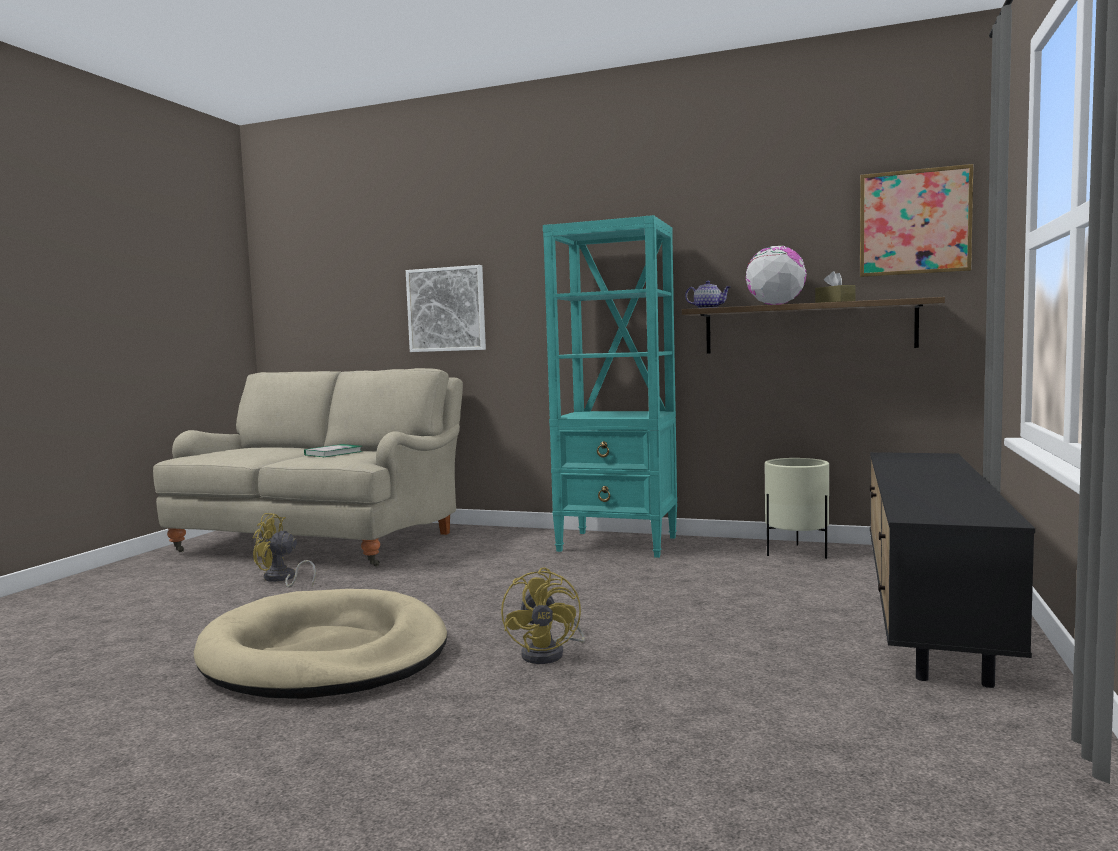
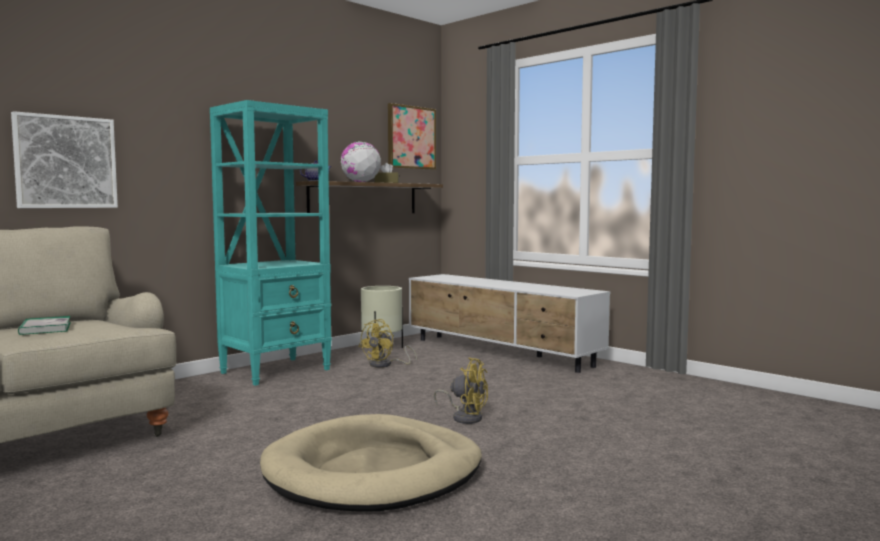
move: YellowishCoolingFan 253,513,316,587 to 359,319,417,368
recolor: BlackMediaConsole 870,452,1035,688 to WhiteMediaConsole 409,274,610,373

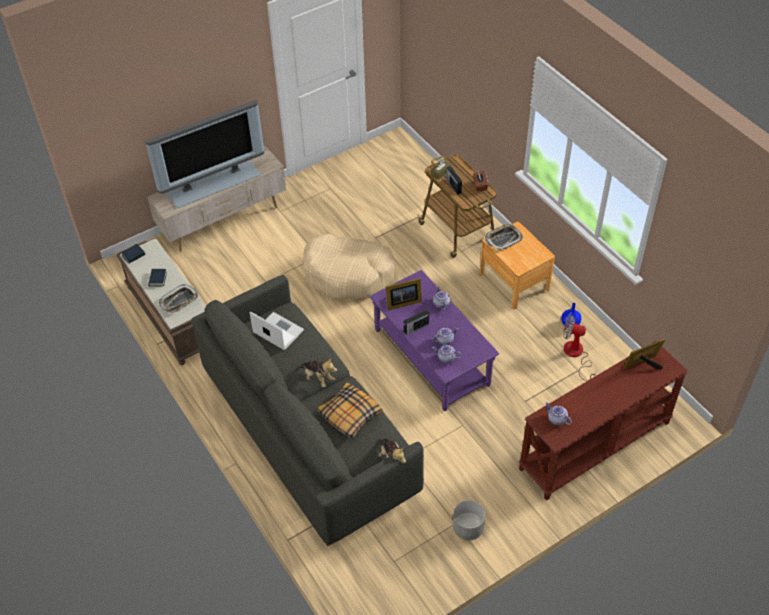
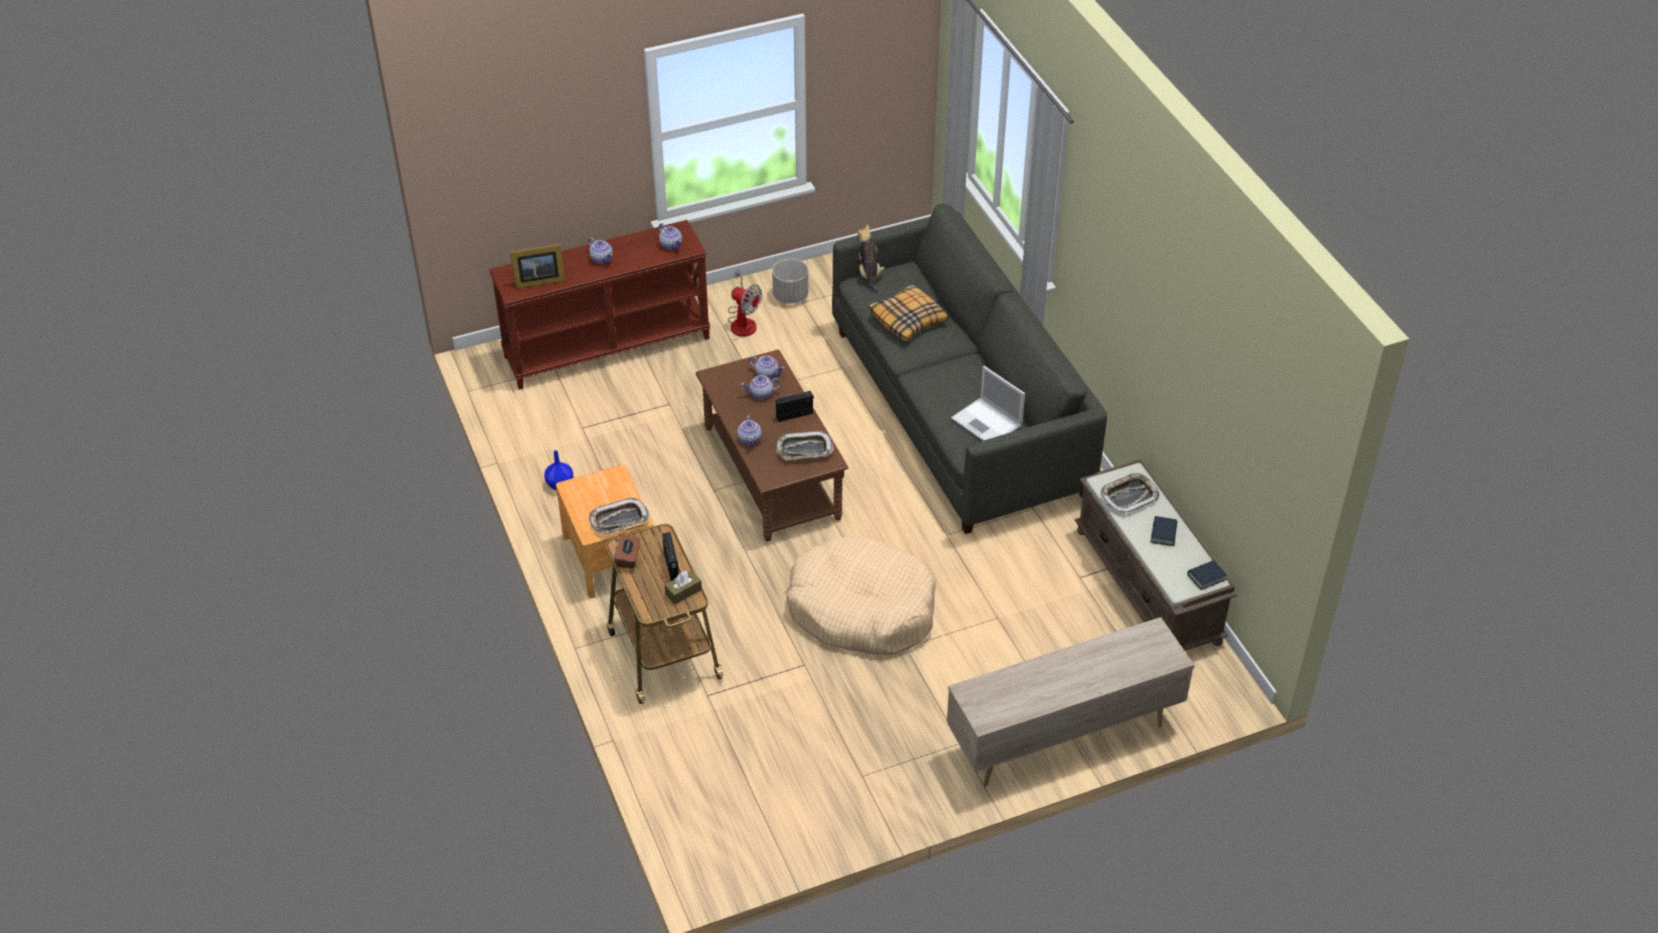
delete: Television 145,100,264,208; SoftToy 298,358,337,387
insert: PotForTea 589,237,613,264
move: CoolingFan 563,316,597,382 to 728,268,762,337
replace: PhotoFrame 385,278,422,310 to Tray 776,431,834,460
recolor: PurpleColouredLoungeTable 370,270,499,411 to BrownishLoungeTable 696,350,848,541

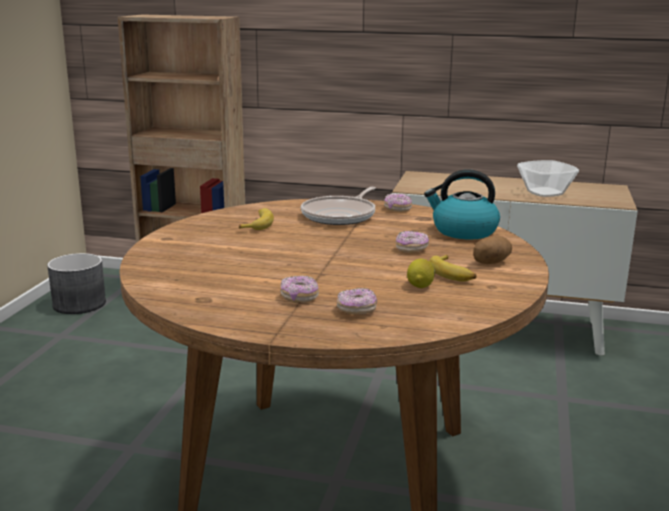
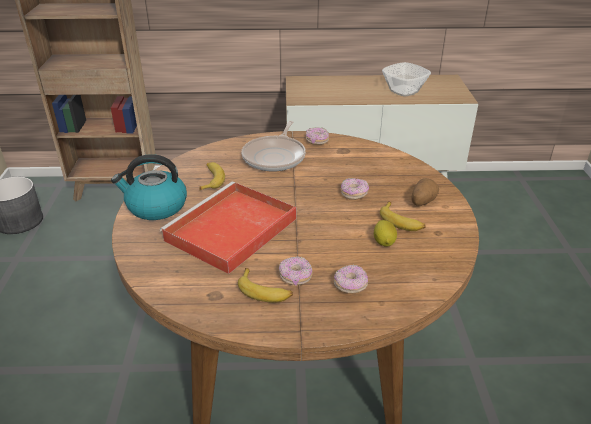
insert: RedColouredTray 160,182,296,274; WholeBanana 238,268,293,303
move: TeaKettle 424,169,500,239 to 111,154,187,220

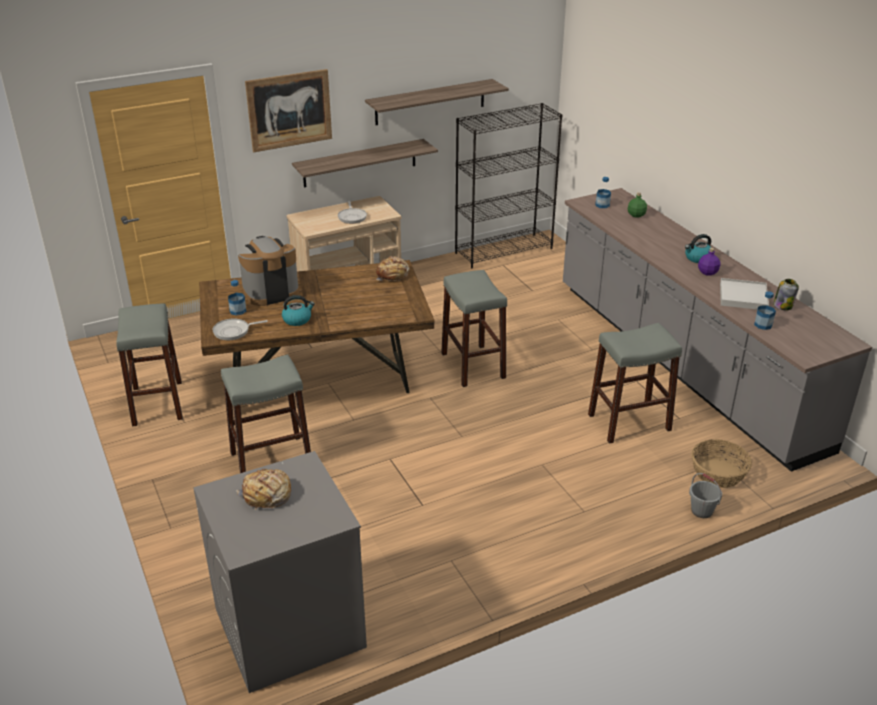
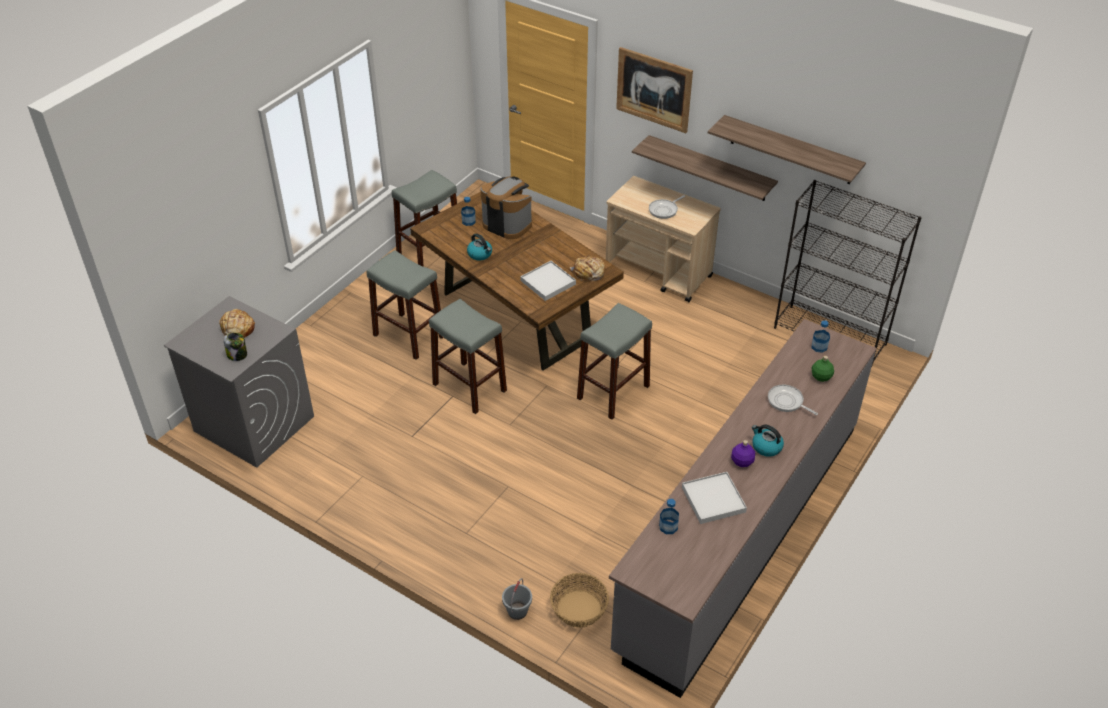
insert: WhiteTray 521,261,576,301
move: Pan 213,319,268,340 to 768,385,818,415; GraySittingStool 588,323,682,444 to 429,299,507,414; Jar 773,279,799,310 to 224,332,247,361

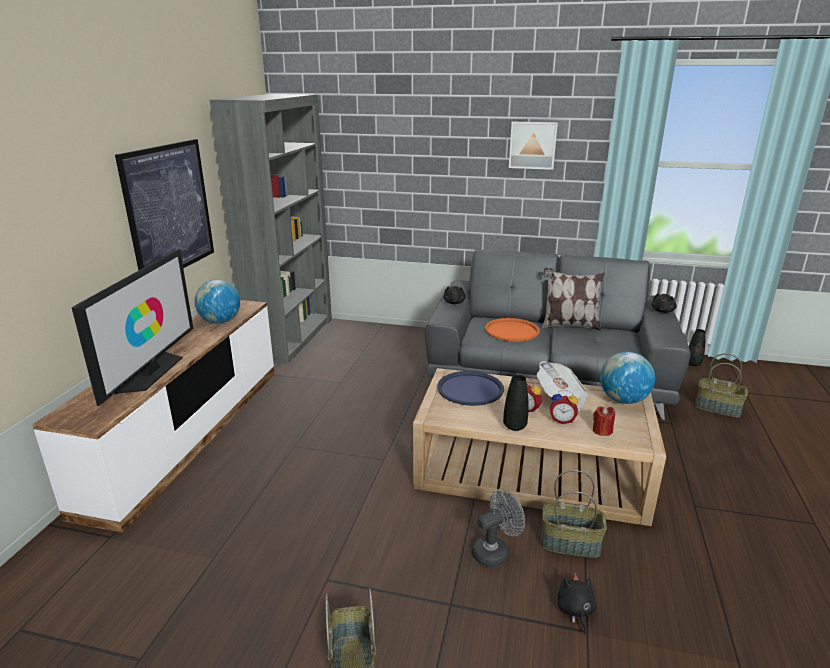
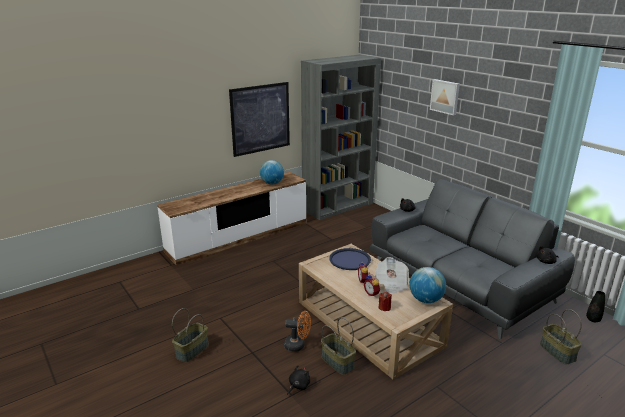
delete: Television 71,249,193,406; OrangeColouredTray 485,318,540,342; BlackFlowerVase 503,375,529,431; Cushion 542,268,605,331
move: Picture 509,122,558,170 to 430,79,460,115
recolor: GrayCoolingFan 472,489,525,567 to OrangeColouredCoolingFan 284,311,311,352

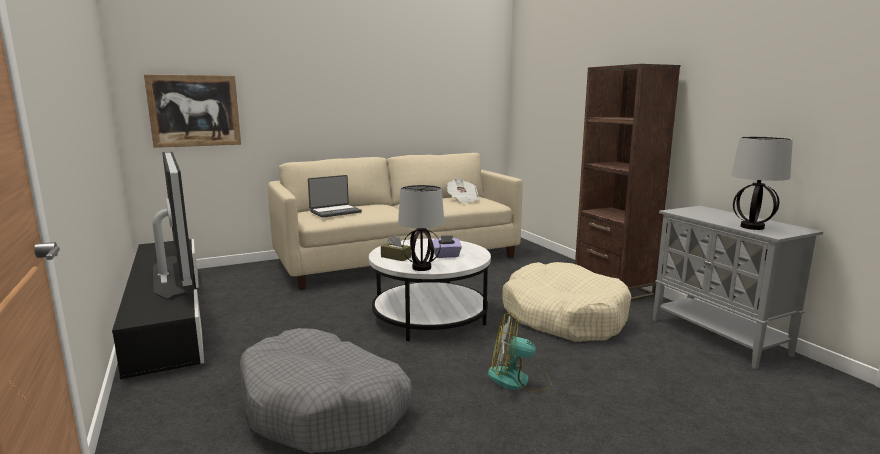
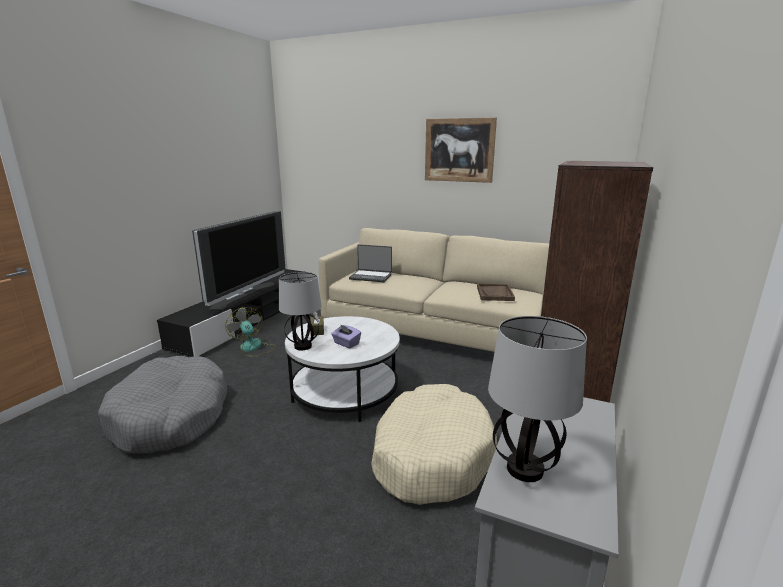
move: Picture 144,74,241,148 to 425,117,497,183; CoolingFan 488,312,551,392 to 225,307,276,357
replace: Newspaper 447,179,478,204 to BrownishTray 477,283,515,301

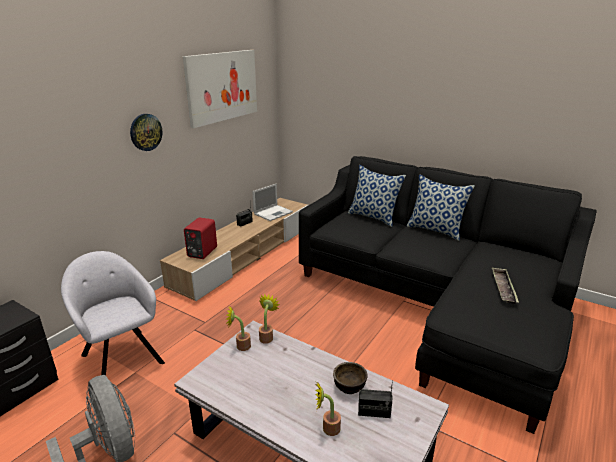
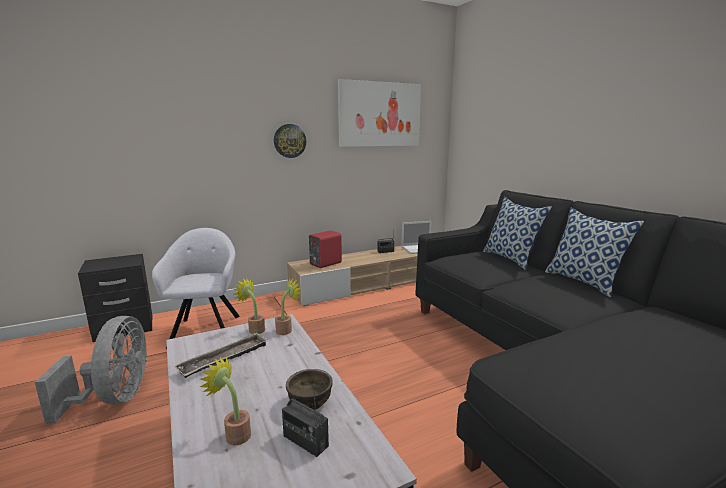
move: Tray 492,267,519,304 to 174,332,268,378

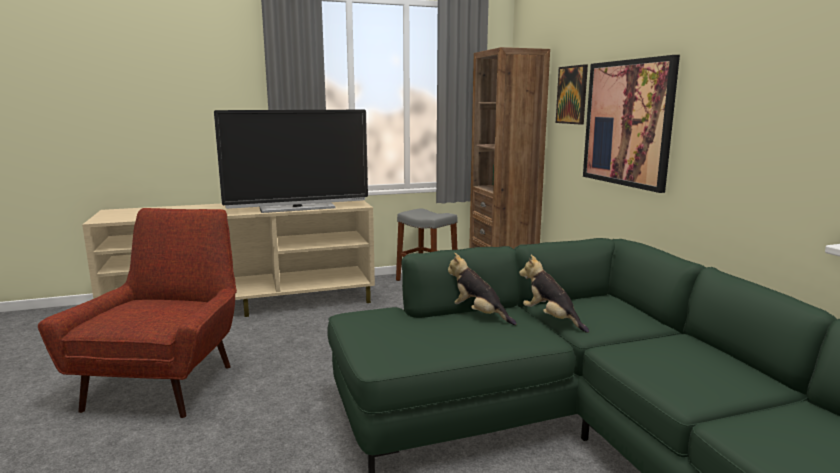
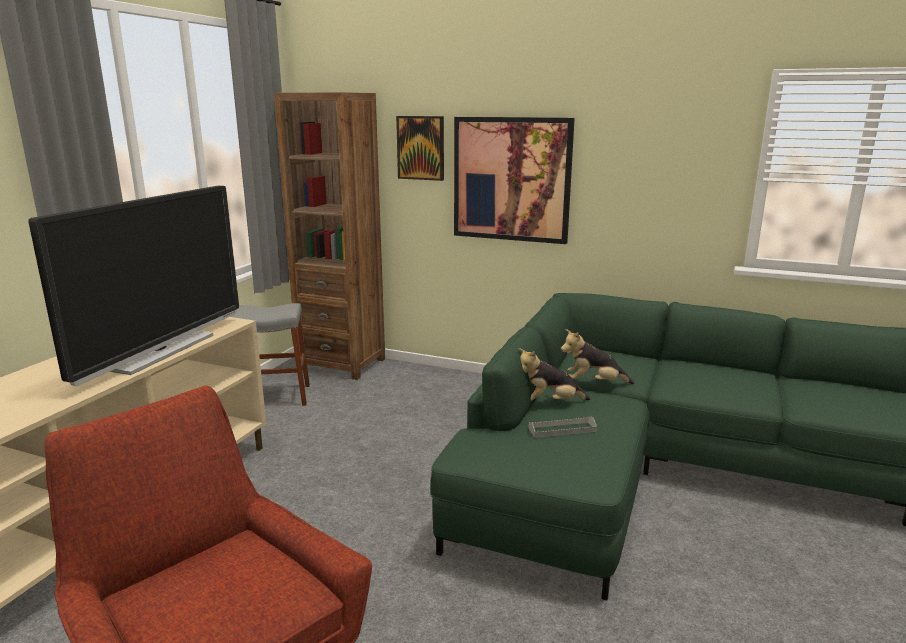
insert: GrayTray 528,417,597,438

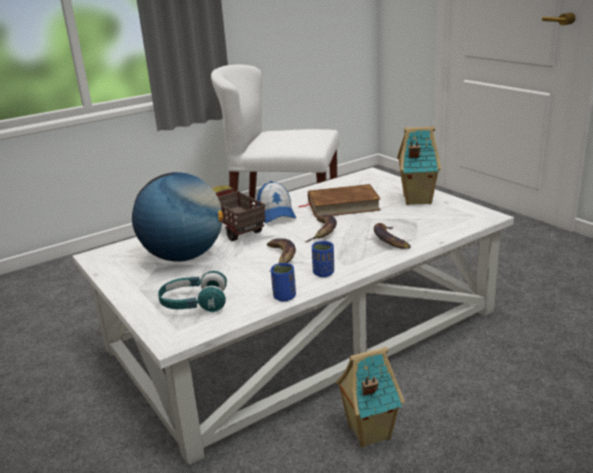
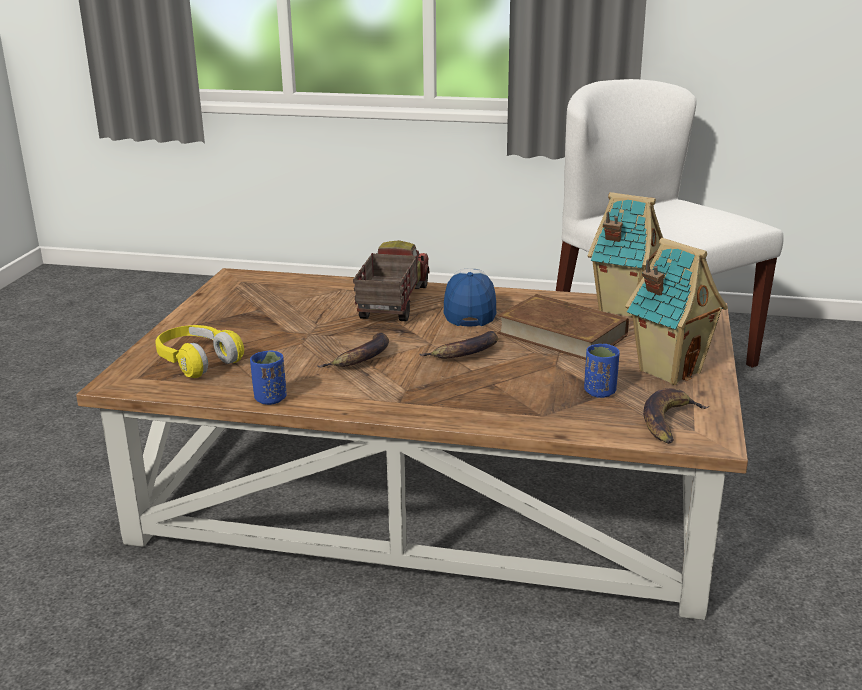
delete: WorldGlobe 132,172,223,262
move: BluishSmallCup 312,241,334,277 to 584,344,620,398; ToyHouse 336,347,405,448 to 588,192,663,318; WholeBanana 374,223,411,249 to 643,388,709,444
recolor: WhiteLoungeTable 72,167,514,466 to BrownishLoungeTable 76,268,748,620; BlueGreenHeadset 158,271,227,312 to YellowishHeadset 155,325,244,378
rotate: Cap 257,181,296,223 = 444,268,496,326 150 degrees clockwise

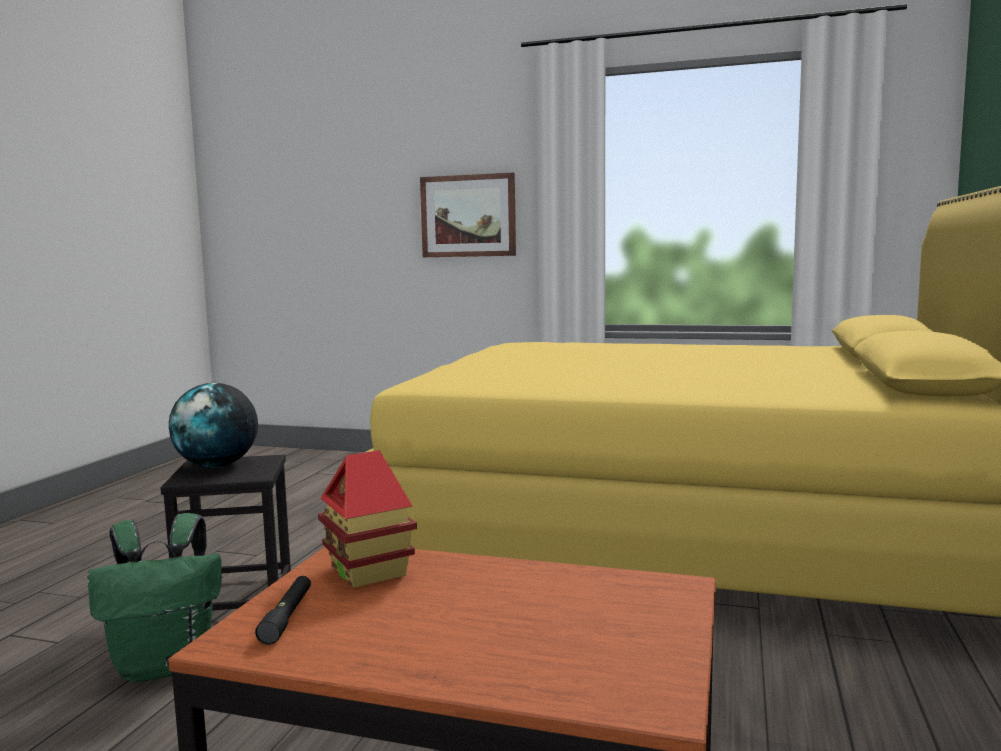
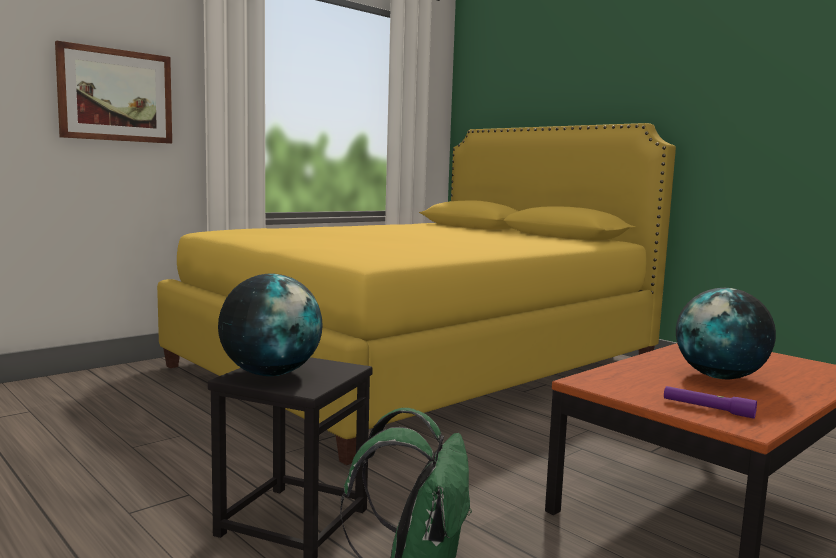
delete: ToyHouse 318,450,417,588
insert: WorldGlobe 676,288,776,379
recolor: BlackHandTorch 255,576,311,645 to PurpleColouredHandTorch 664,386,757,419

